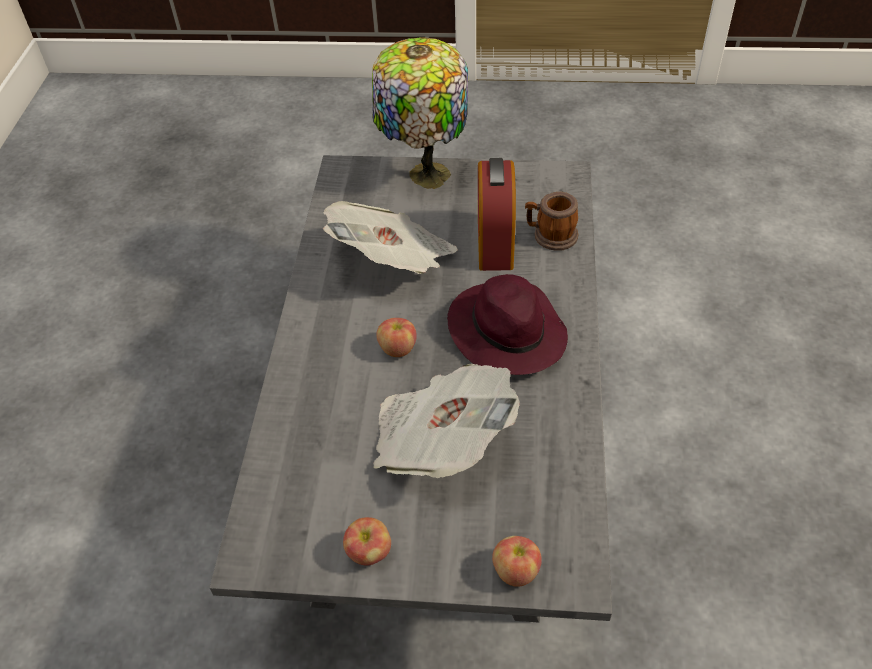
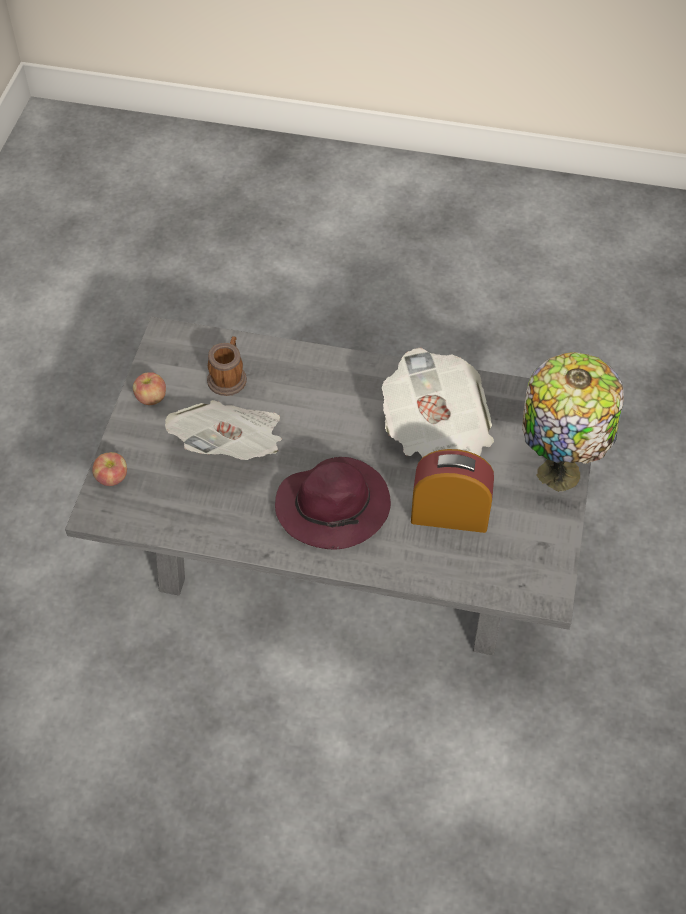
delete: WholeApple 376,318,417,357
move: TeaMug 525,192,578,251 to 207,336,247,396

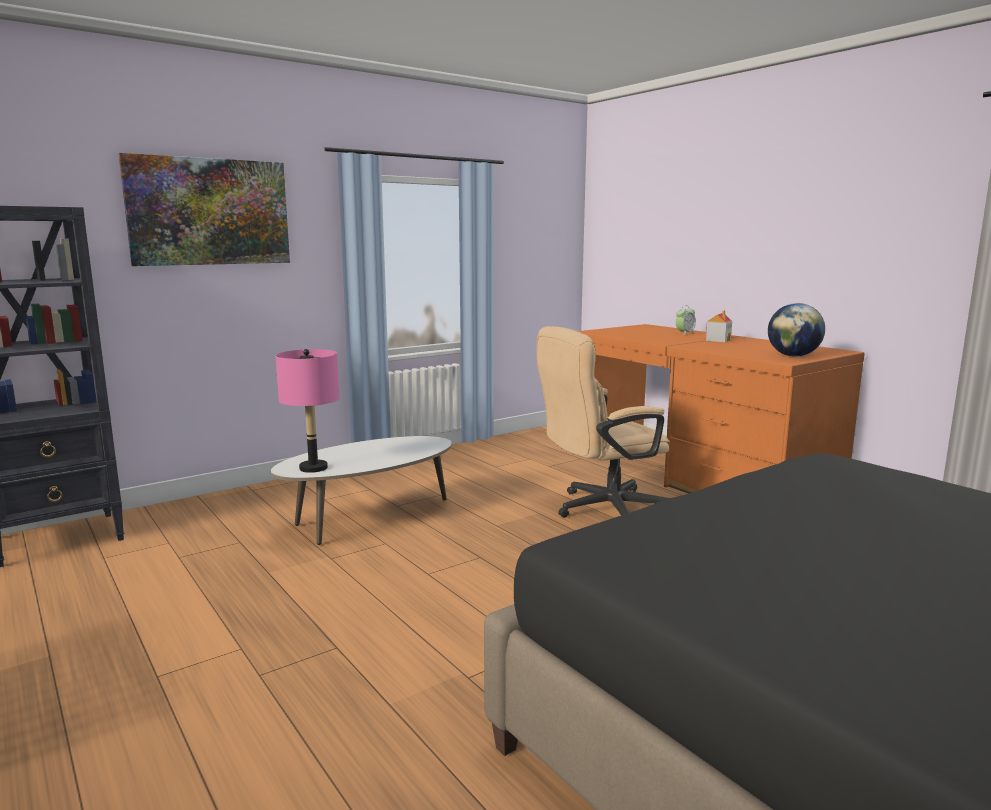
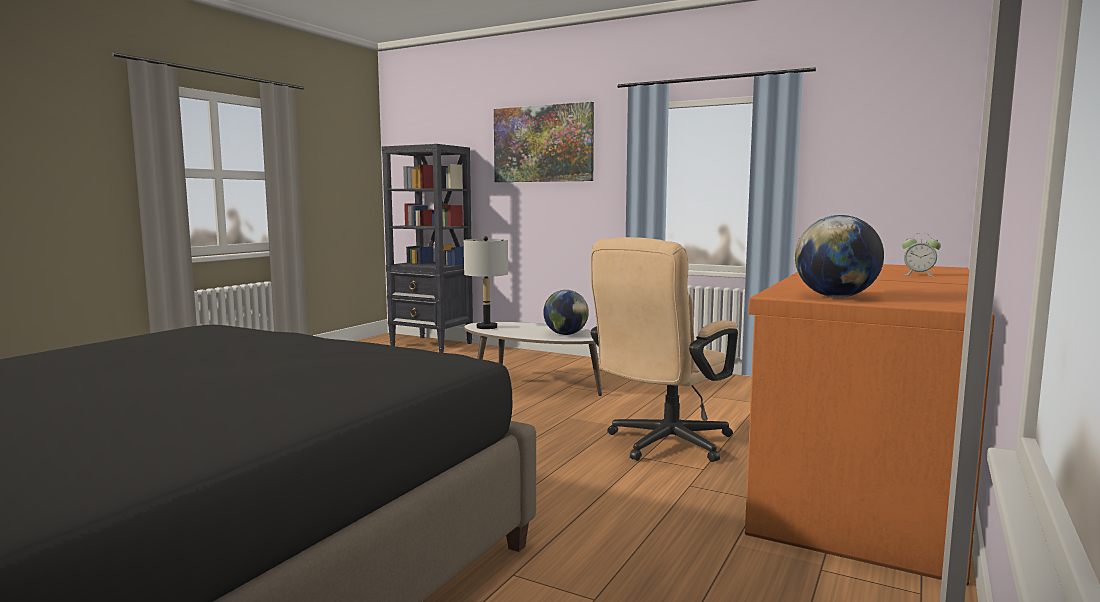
delete: ToyHouse 706,310,732,342
insert: WorldGlobe 543,290,589,335
recolor: PinkColouredTableLamp 275,349,339,473 to GrayTableLamp 464,236,508,329
rotate: BeigeComputerChair 537,326,670,518 = 591,237,738,462 90 degrees counterclockwise

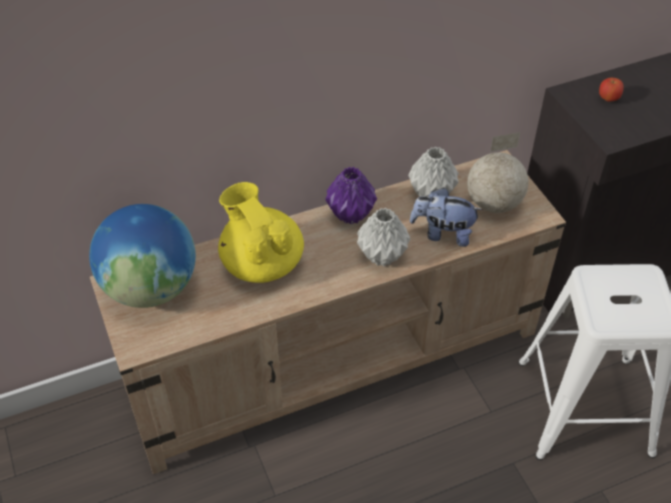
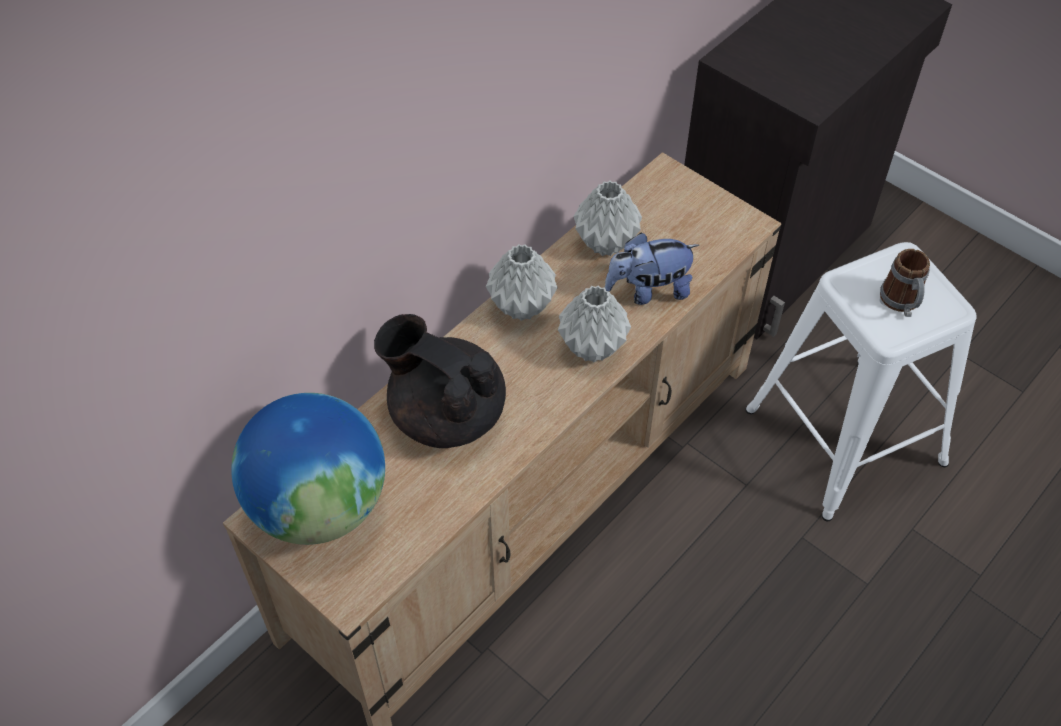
delete: WorldGlobe 467,132,528,213; WholeApple 599,78,624,102
insert: TeaMug 880,249,930,317
recolor: YellowishPotForTea 218,182,304,283 to BlackPotForTea 374,314,506,448; PurpleColouredFlowerVase 325,167,377,224 to GrayFlowerVase 486,244,558,321

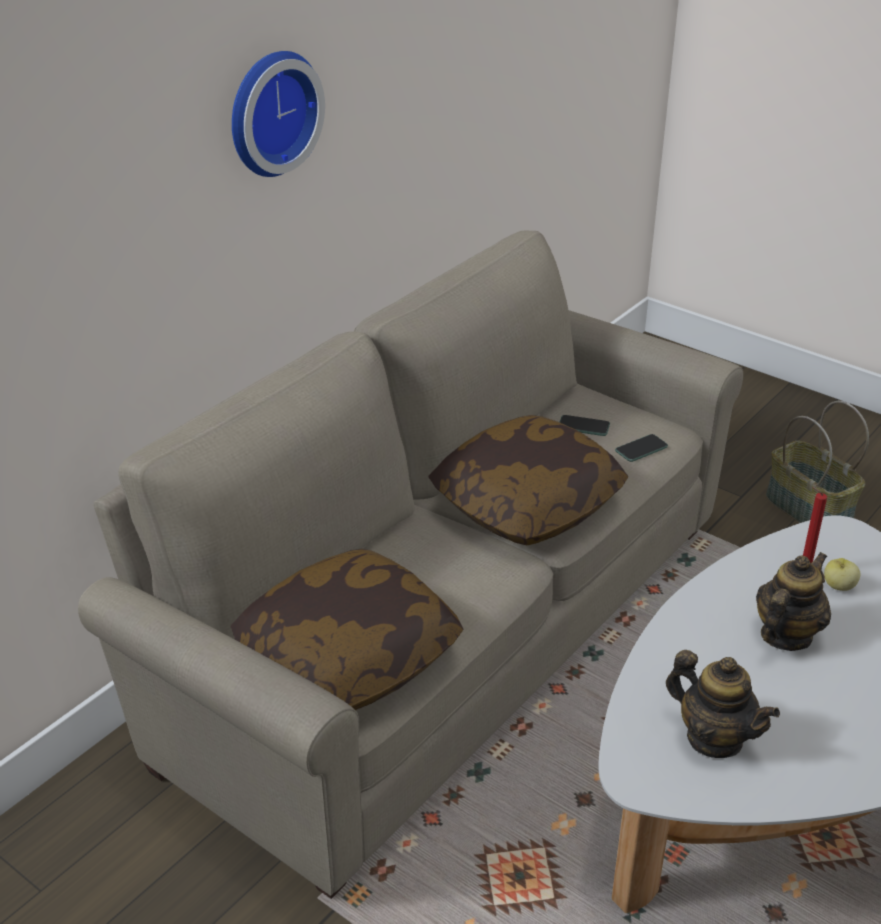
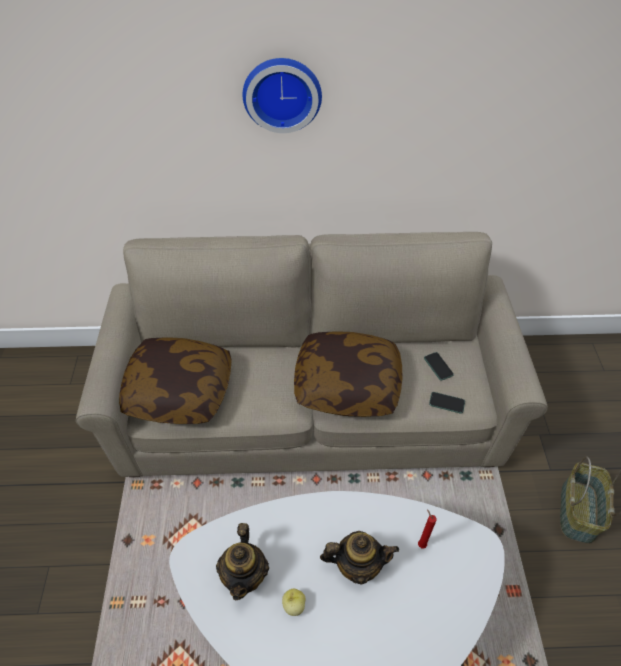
move: WholeApple 824,558,860,591 to 282,589,306,616

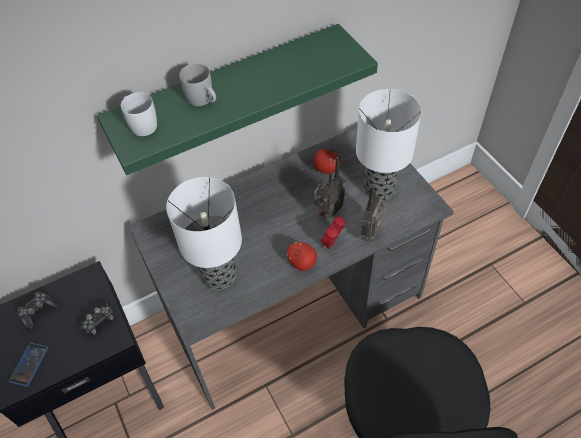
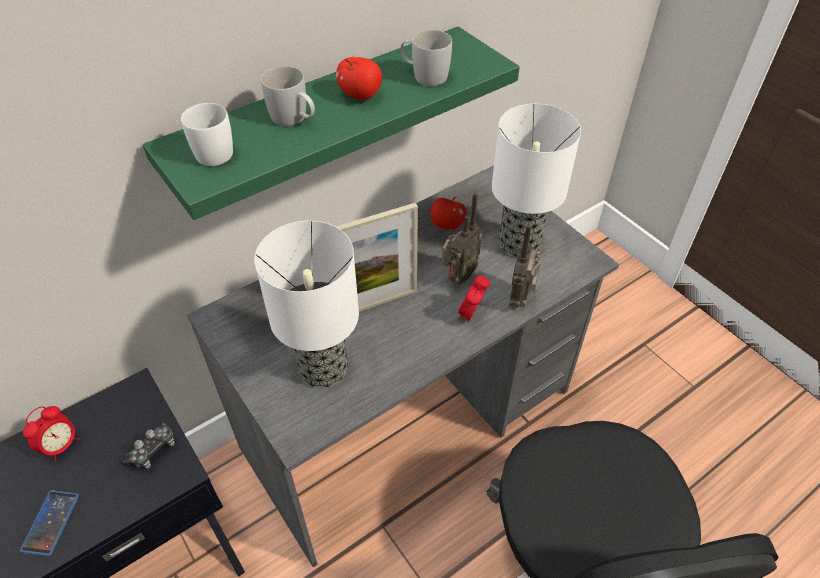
insert: PhotoFrame 336,203,418,312; WhiteTeaMug 400,30,452,86
move: WholeApple 287,242,317,271 to 336,57,382,100
replace: GameController 17,292,59,330 to BedsideClock 23,406,79,462

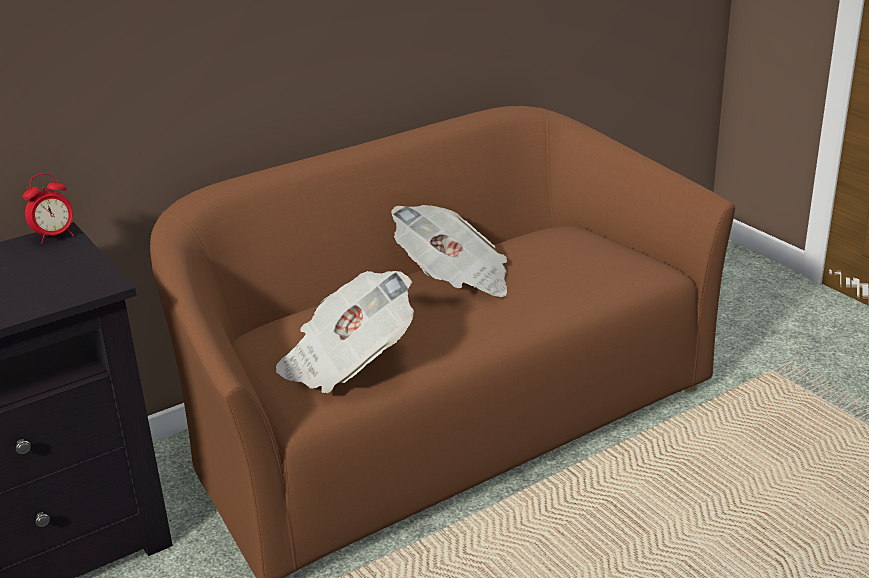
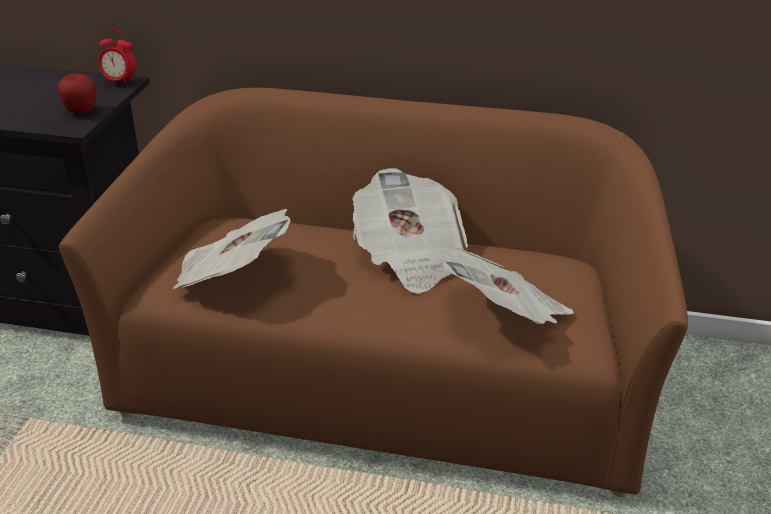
insert: WholeApple 57,74,97,114; Newspaper 441,248,574,325

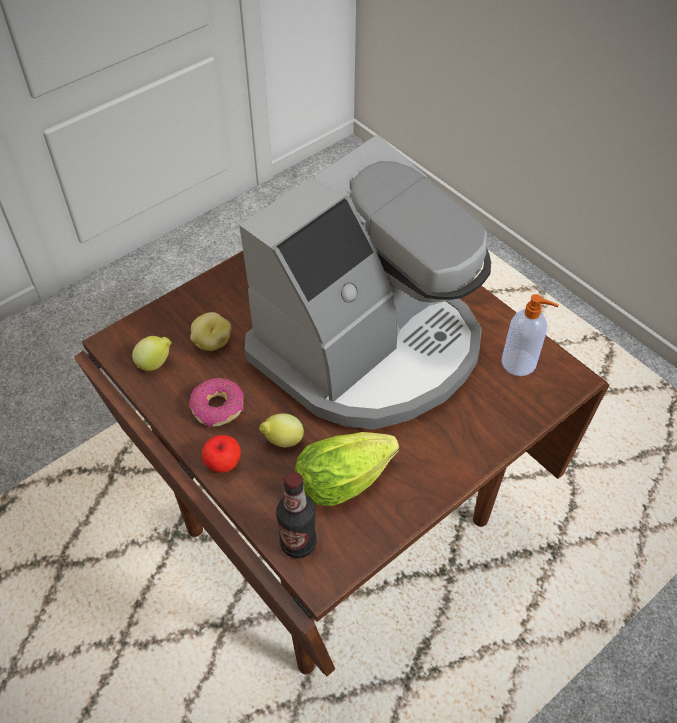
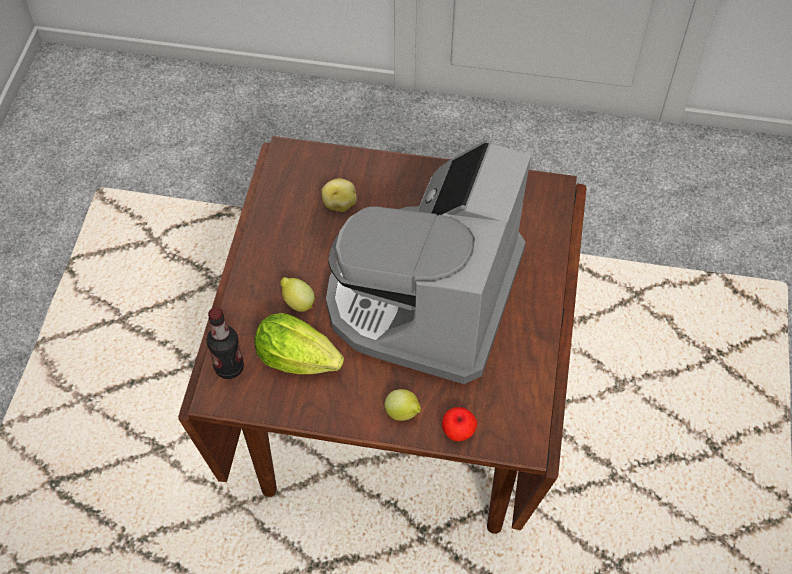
delete: RingDoughnut 189,378,244,427; SoapBottle 501,294,558,376
move: WholeLemon 132,336,172,371 to 385,389,421,421; WholeApple 202,435,241,473 to 442,407,477,441
rotate: CoffeeMaker 239,134,491,429 = 326,140,531,384 105 degrees clockwise

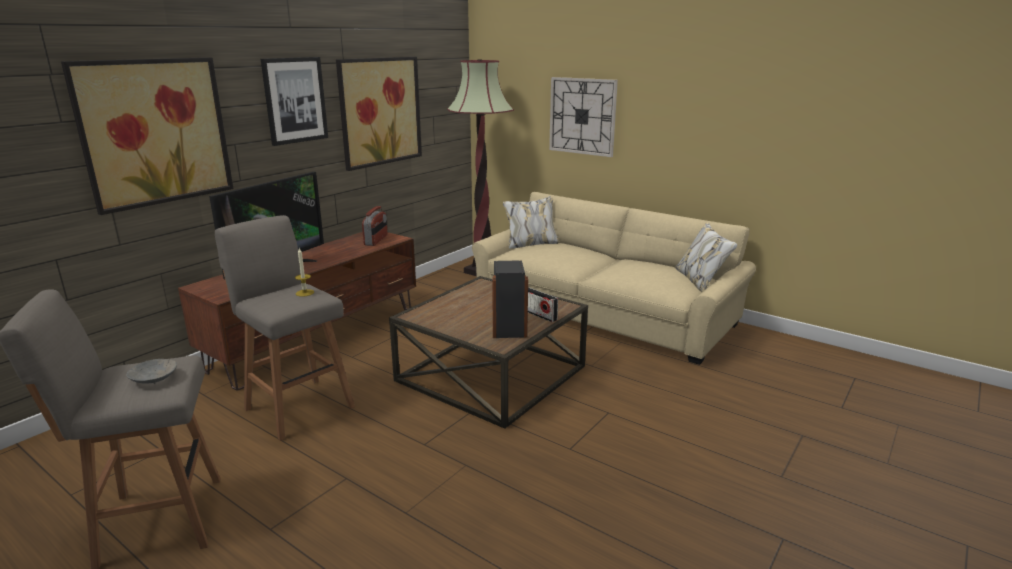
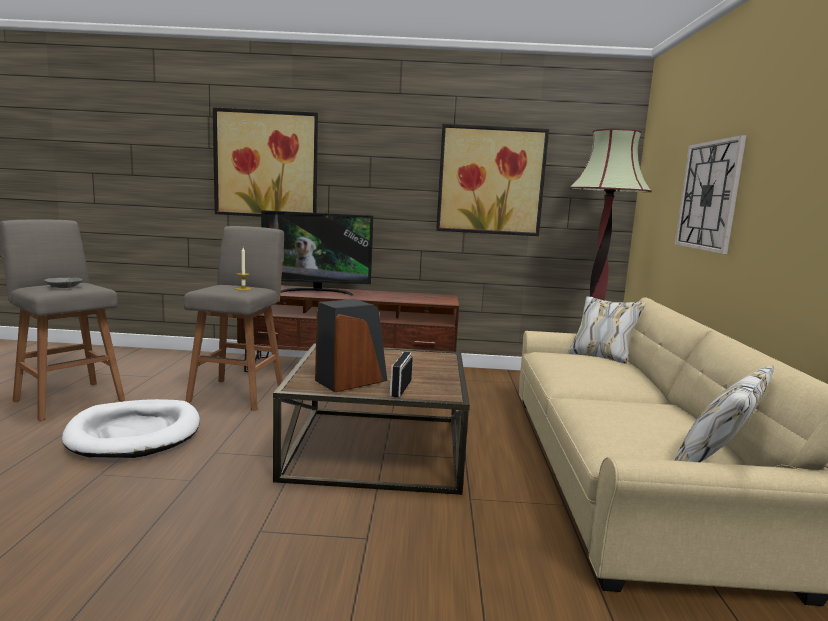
delete: Picture 261,57,328,146; RadioReceiver 362,206,387,246
insert: WhiteDogCushion 62,399,200,458

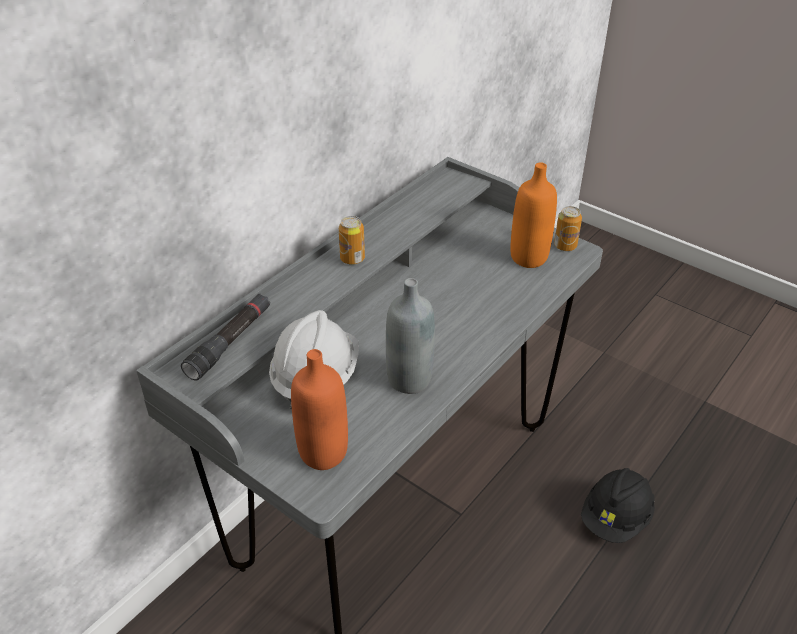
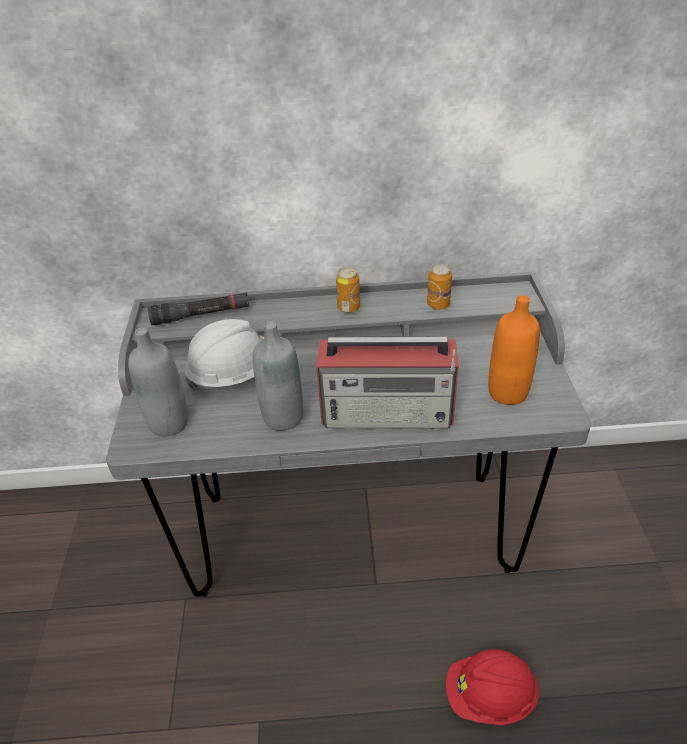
insert: RadioReceiver 316,336,459,429
move: SealedCan 554,206,582,251 to 427,264,452,310
recolor: OrangeColouredDrinkBottle 291,349,348,470 to GrayDrinkBottle 128,327,188,436; BlackHardHat 581,468,655,543 to RedColouredHardHat 446,649,539,725

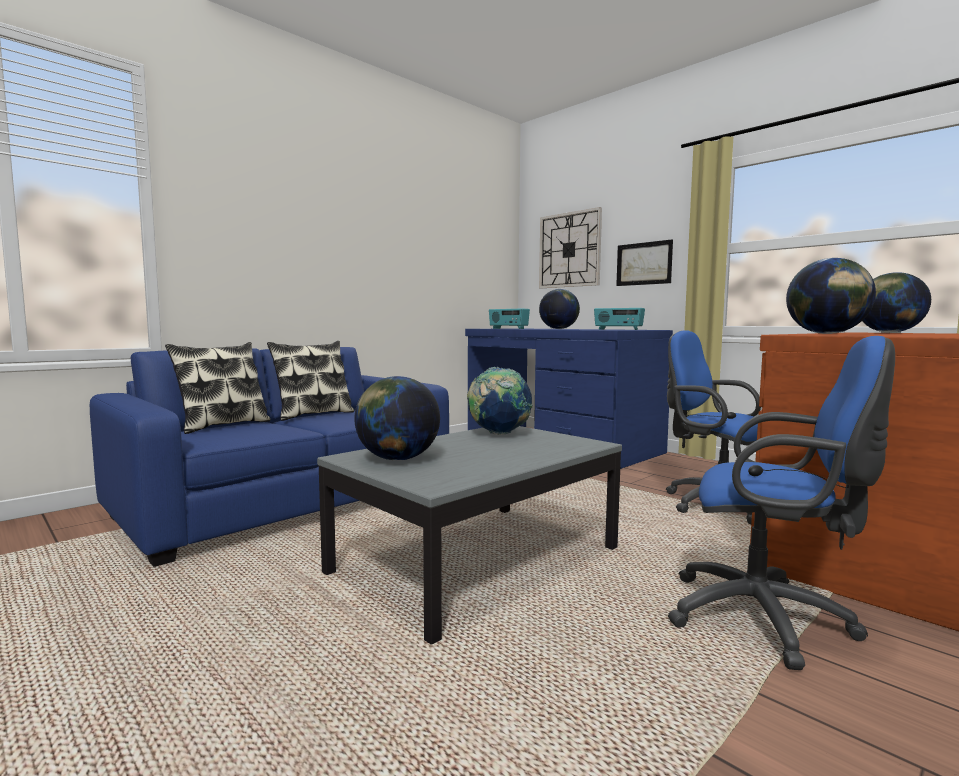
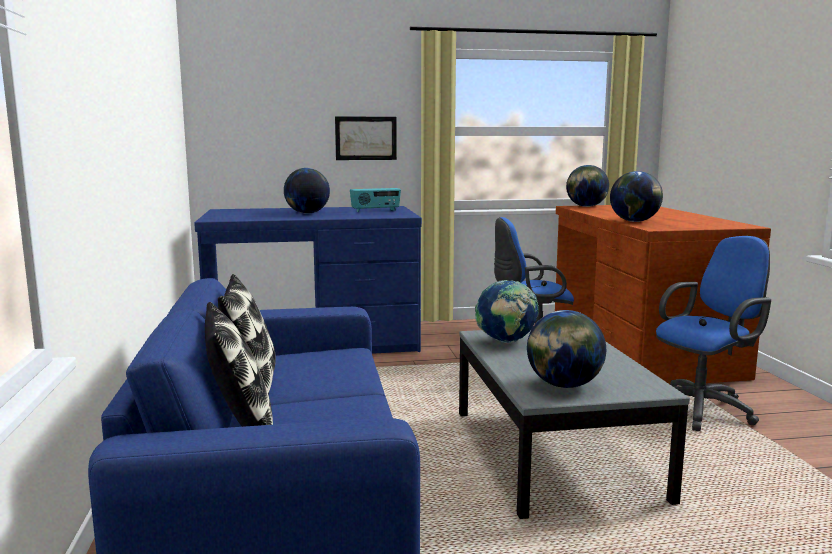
delete: RadioReceiver 489,309,530,329; ClockOnTheWall 539,207,602,288

